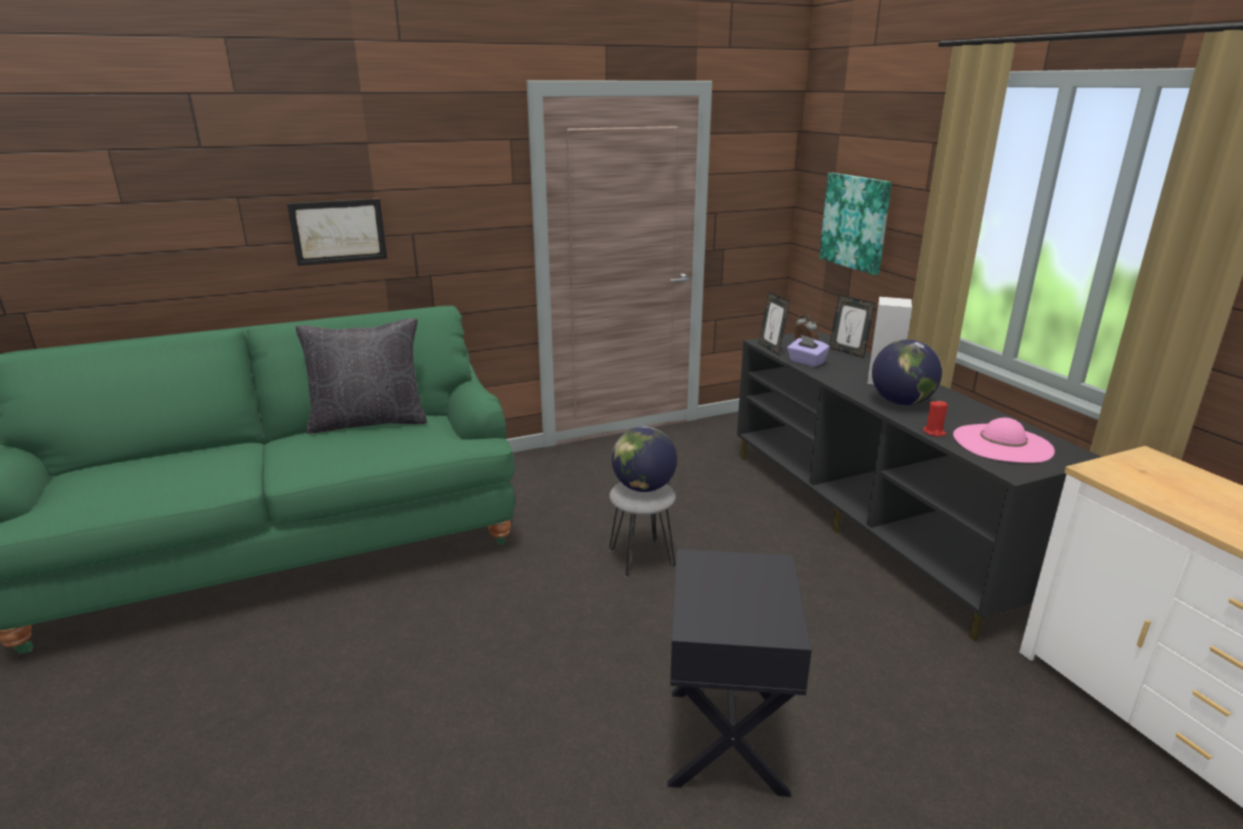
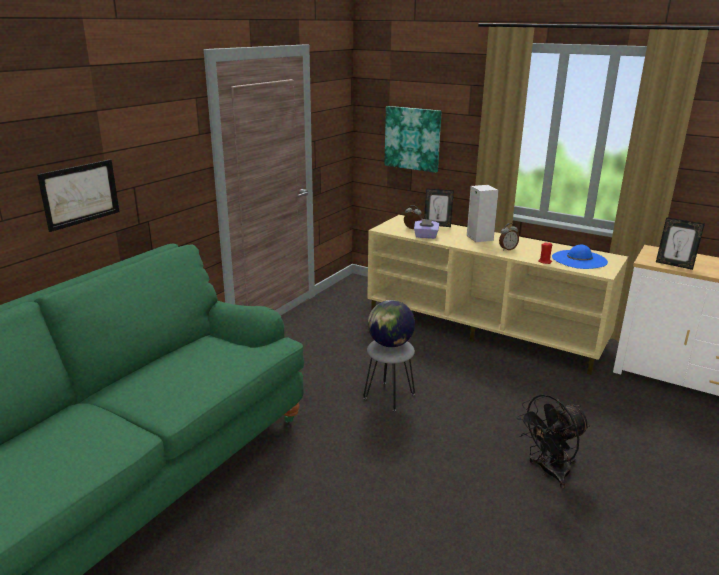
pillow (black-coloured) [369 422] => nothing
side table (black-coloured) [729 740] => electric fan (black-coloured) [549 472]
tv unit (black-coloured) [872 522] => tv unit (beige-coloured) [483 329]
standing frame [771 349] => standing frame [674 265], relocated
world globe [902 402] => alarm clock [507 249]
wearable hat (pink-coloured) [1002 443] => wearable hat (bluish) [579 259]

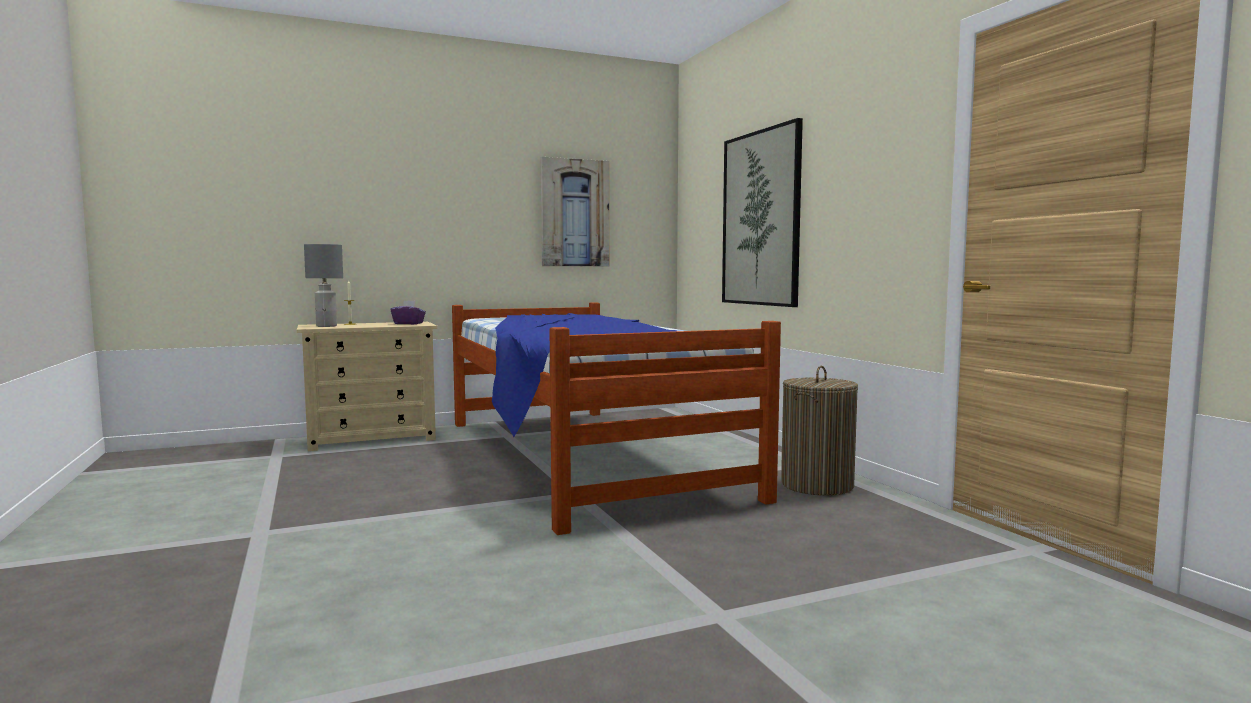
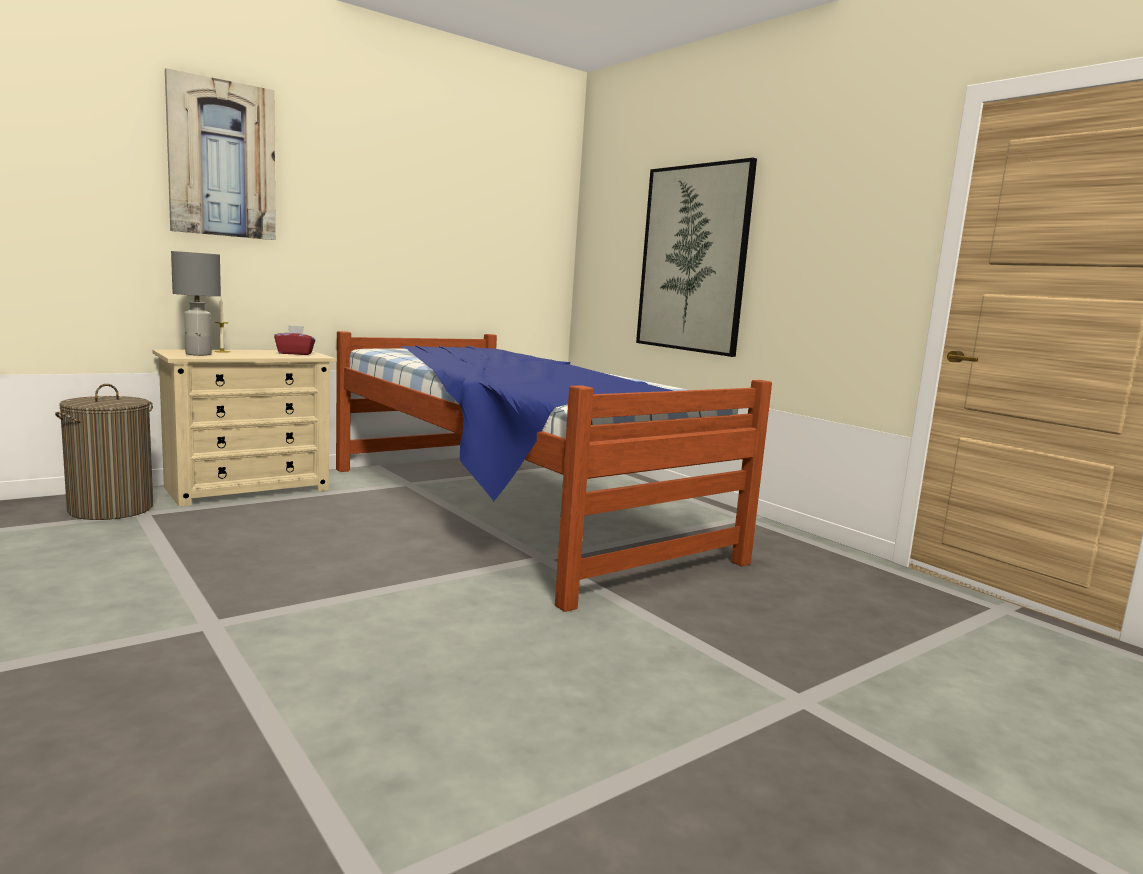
box of tissues (purple) [408 323] => box of tissues (reddish) [295 353]
picture [574 213] => picture [222 159], relocated
laundry basket [817 485] => laundry basket [111 509], relocated

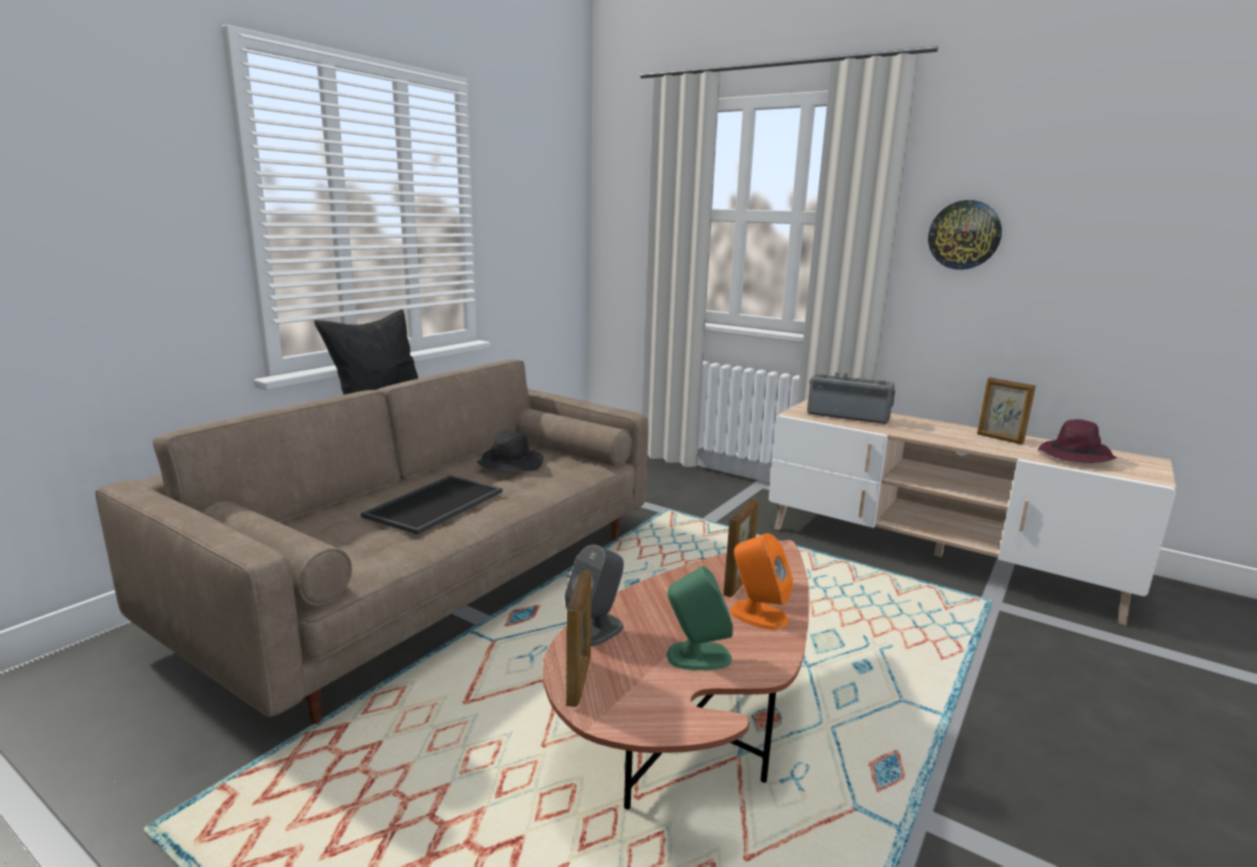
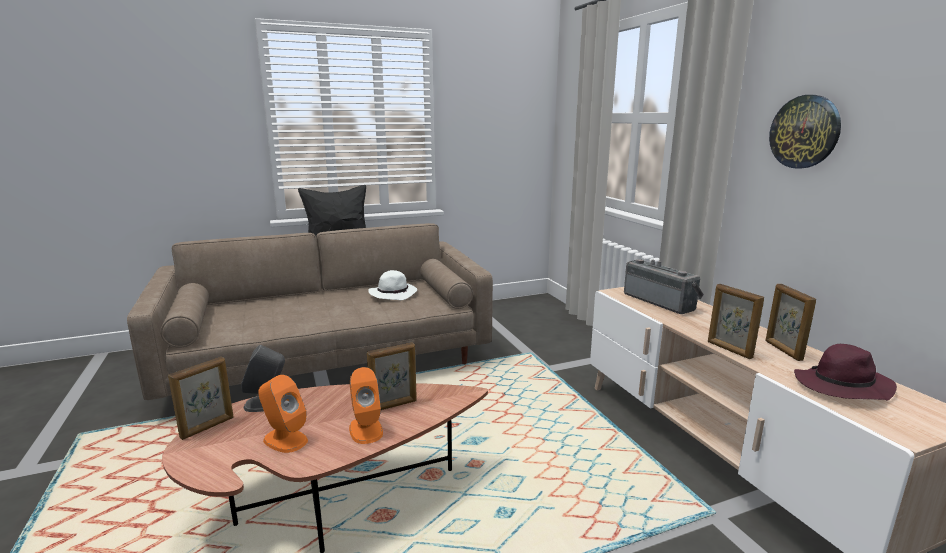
serving tray [435 505] => nothing
wearable hat (black-coloured) [510 464] => wearable hat (white-coloured) [393 294]
loudspeaker (green-coloured) [697 656] => loudspeaker (orange) [285 440]
nothing => standing frame [729 350]

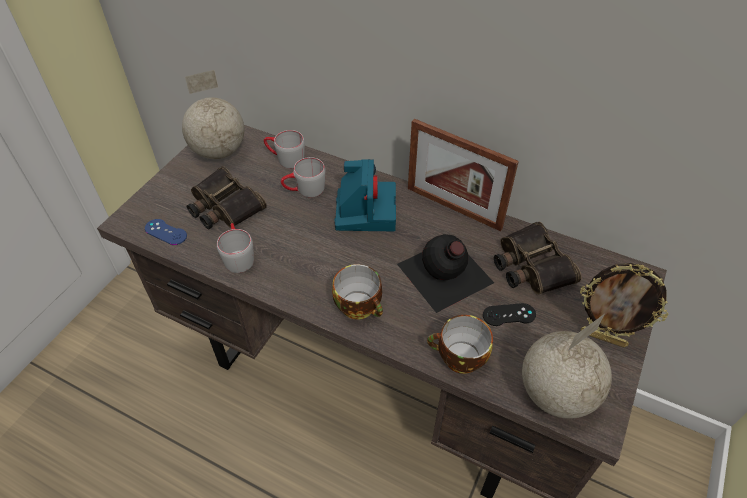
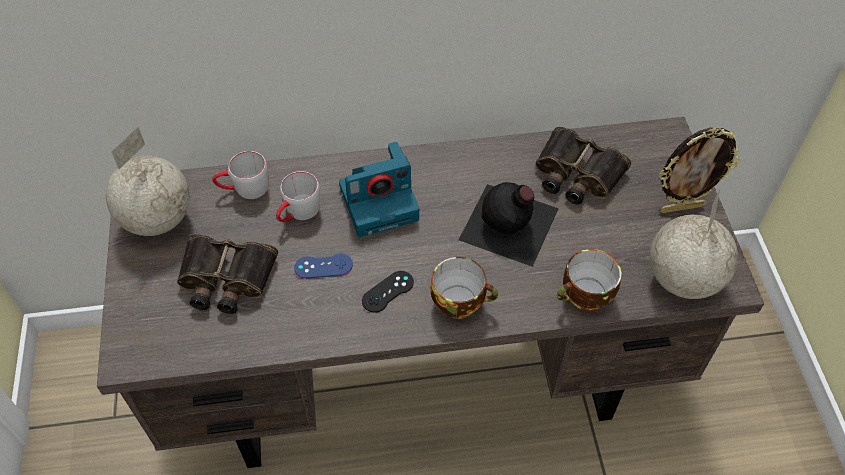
joypad (bluish) [166 232] => joypad (bluish) [323 266], relocated
mug (greyish) [238 256] => nothing
still camera [365 210] => still camera [380 201], 105 degrees clockwise
standing frame [453 208] => nothing
joypad (black-coloured) [509 315] => joypad (black-coloured) [388 291], relocated

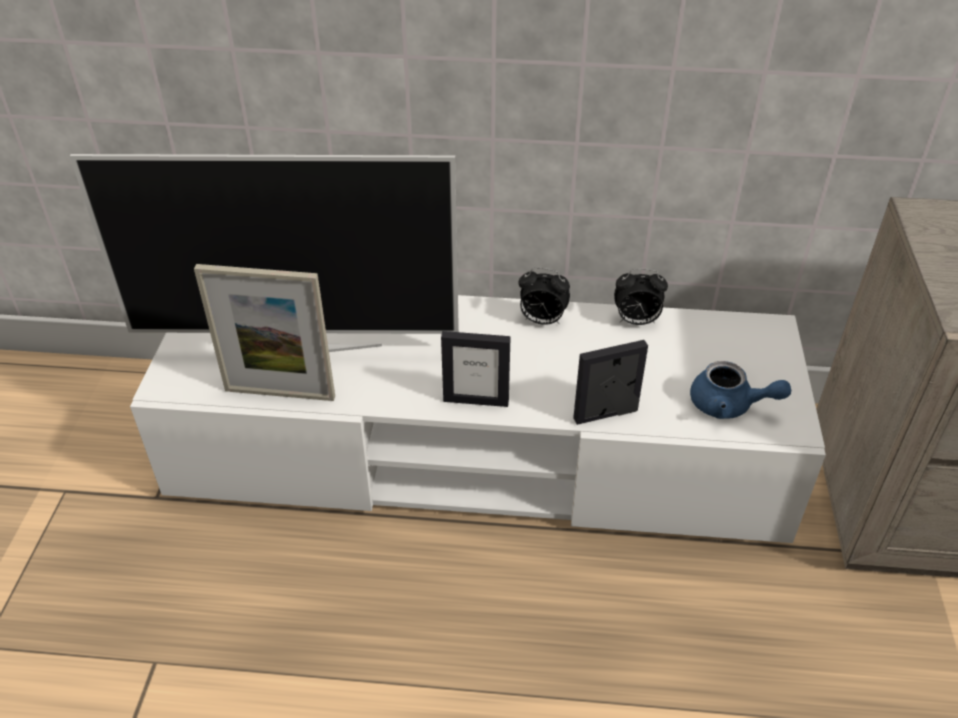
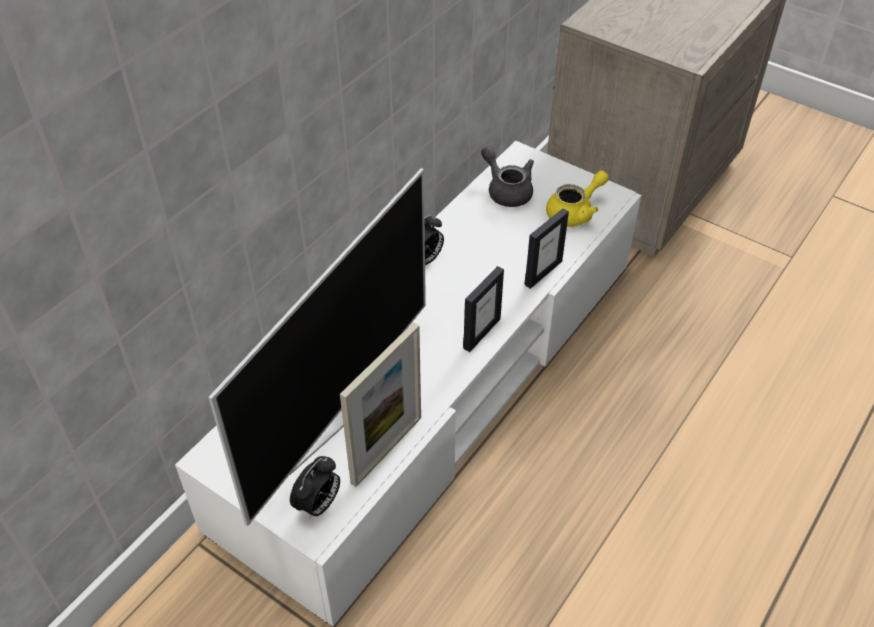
standing frame [605 414] => standing frame [543 273], 150 degrees counterclockwise
alarm clock [636 321] => alarm clock [318 505], relocated
teapot (bluish) [729 405] => teapot (yellow) [575 212]
nothing => teapot (greyish) [507 190]

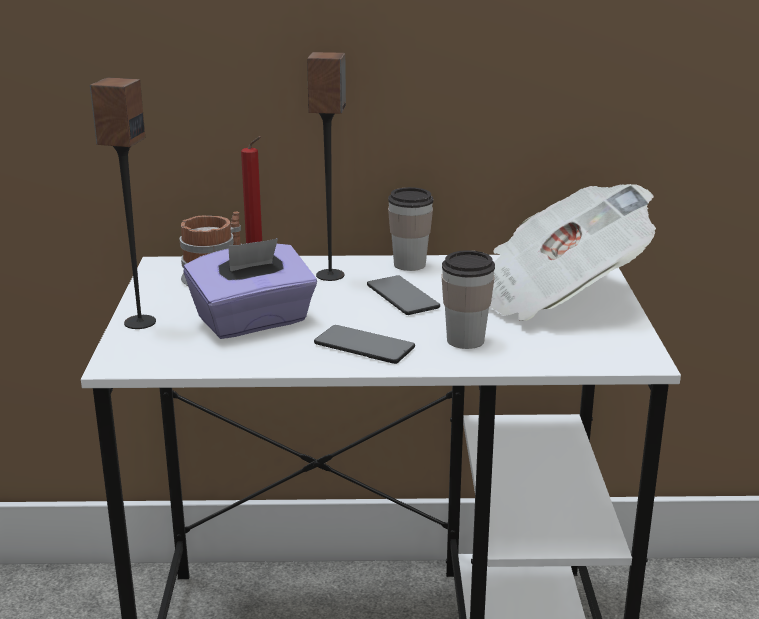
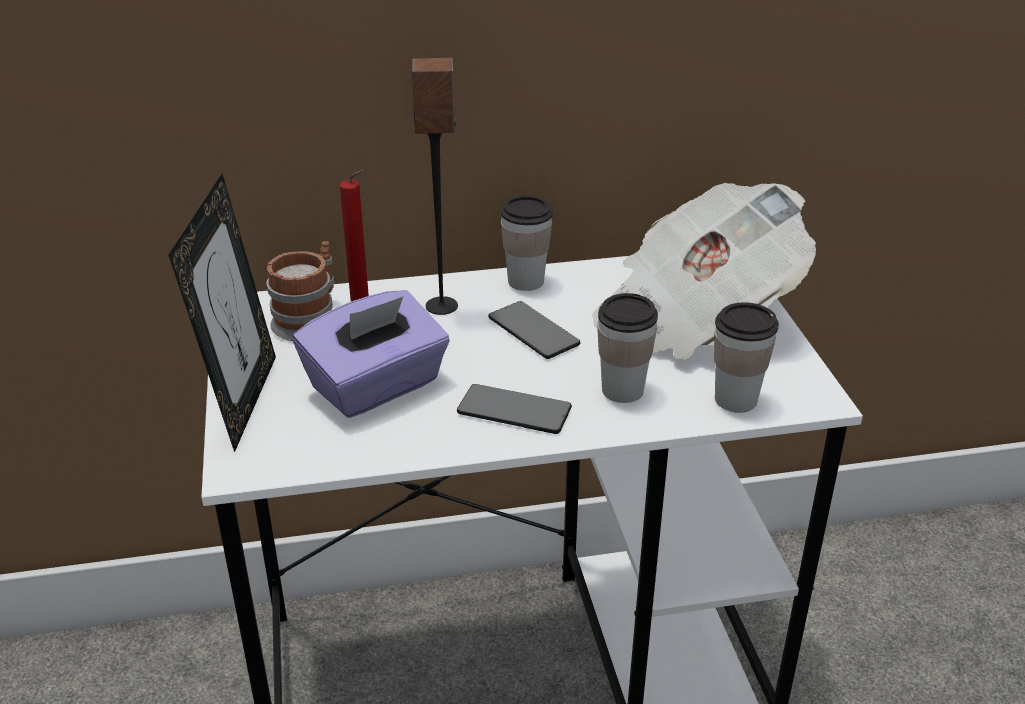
loudspeaker [139 322] => standing frame [243 401]
nothing => cup [736 399]

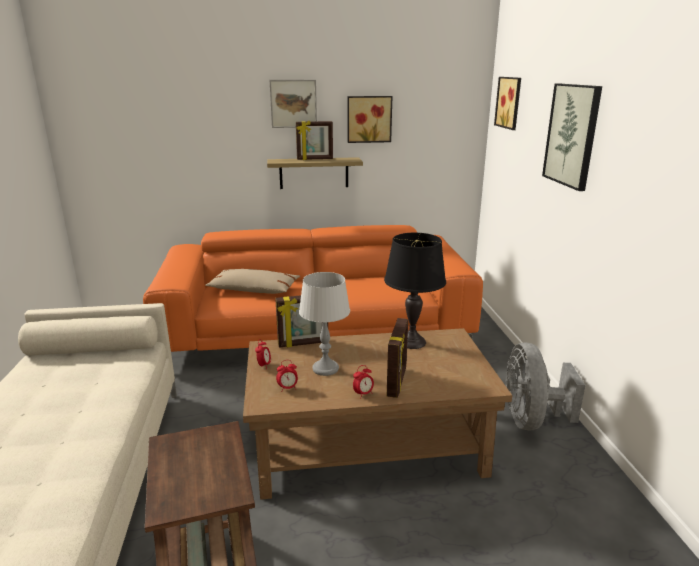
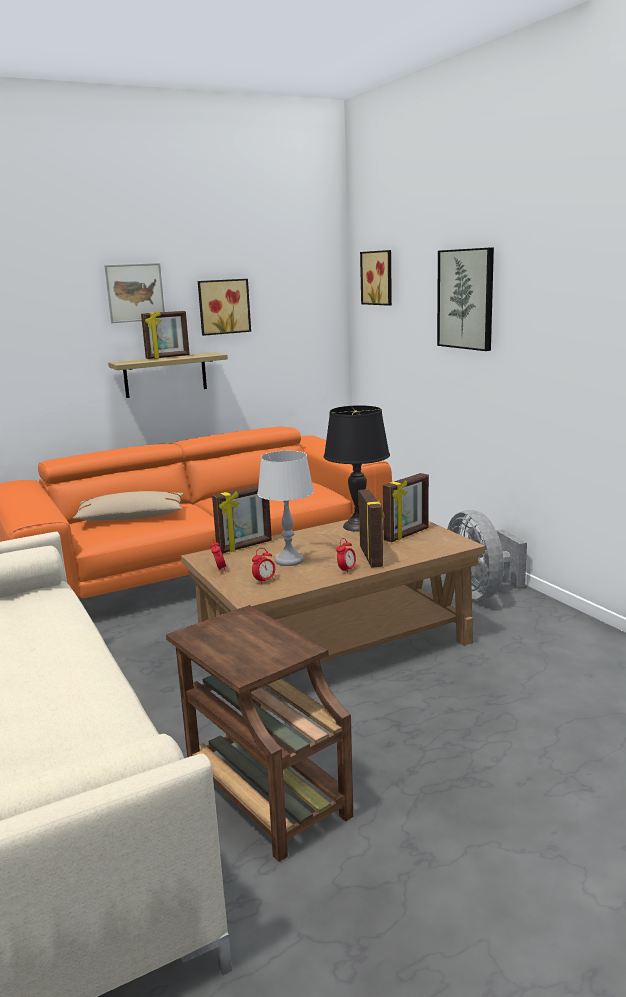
nothing => standing frame [407 535]

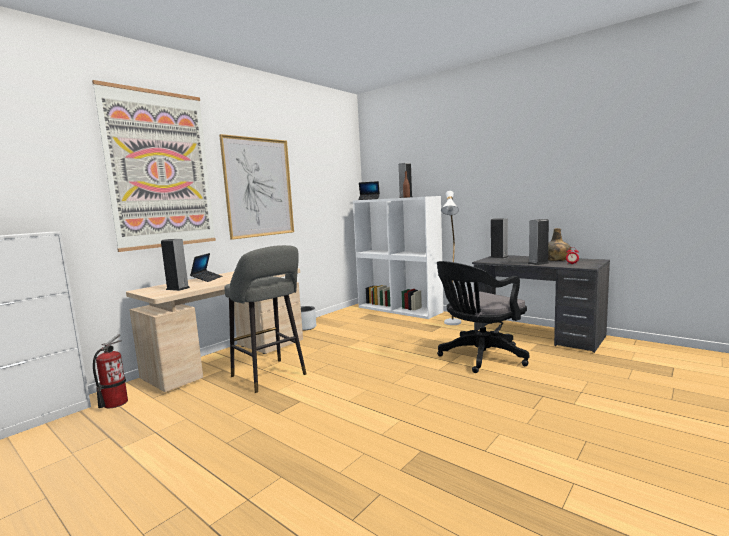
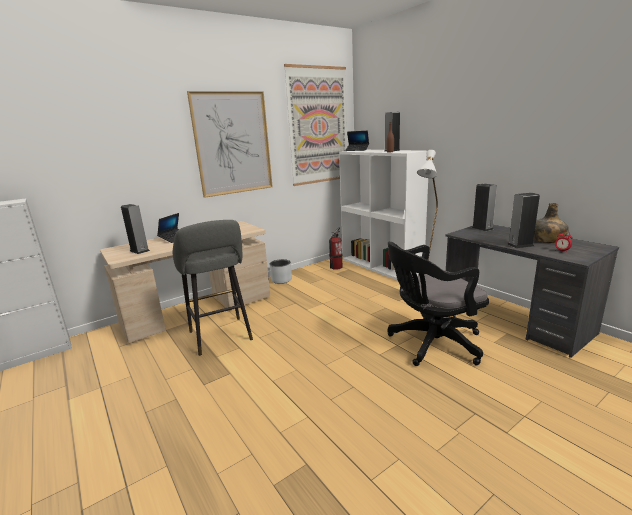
picture [160 170] => picture [318 126], relocated
extinguisher [115 403] => extinguisher [336 267], relocated

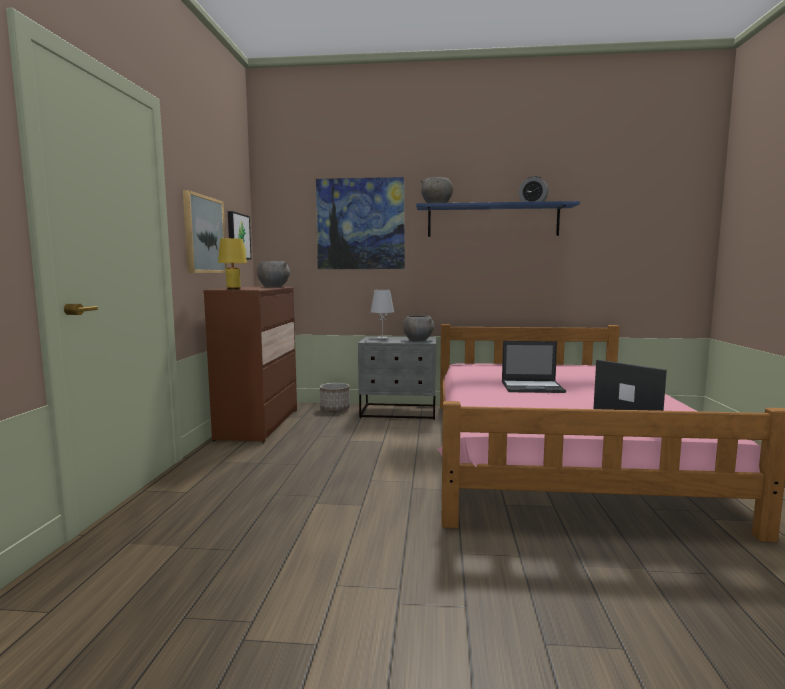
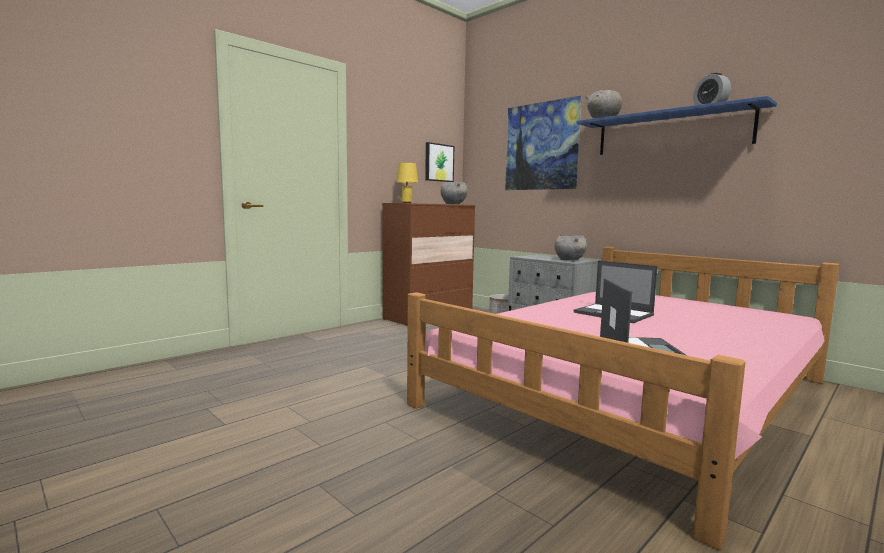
picture [203 235] => nothing
lamp for a table (white-coloured) [382 338] => nothing

